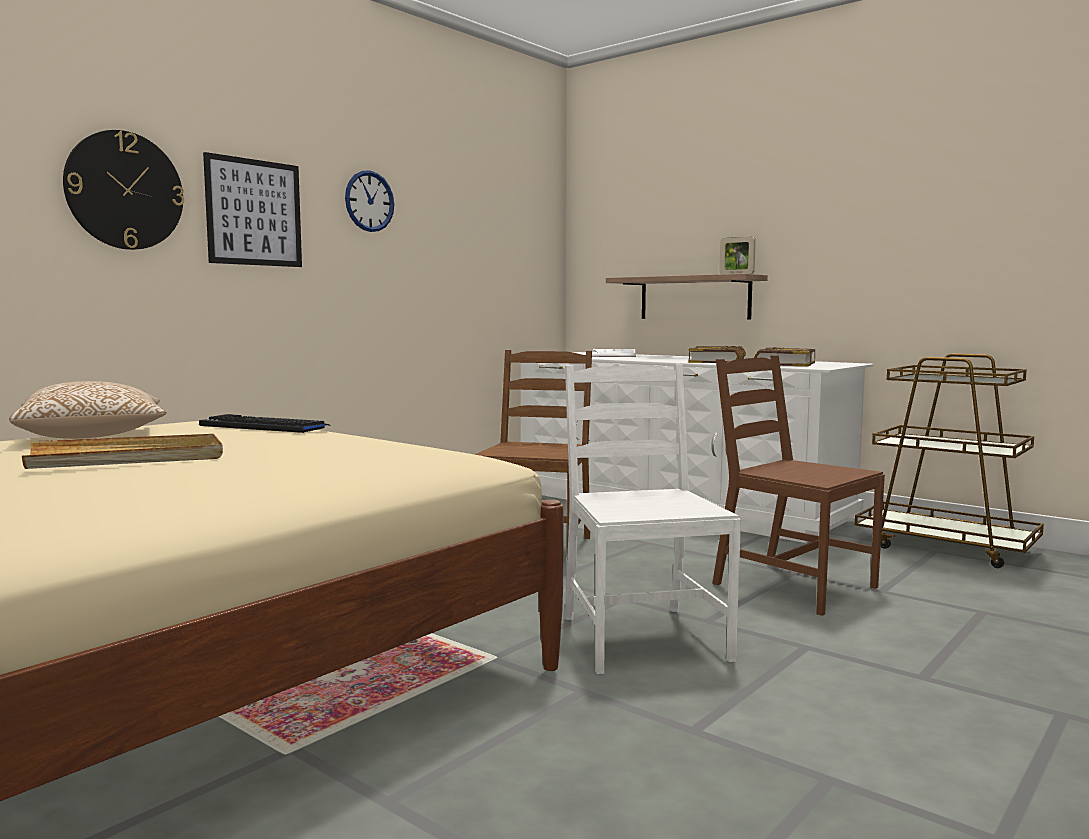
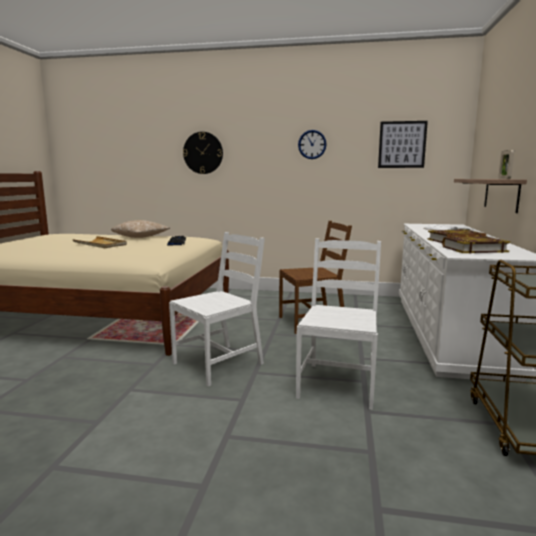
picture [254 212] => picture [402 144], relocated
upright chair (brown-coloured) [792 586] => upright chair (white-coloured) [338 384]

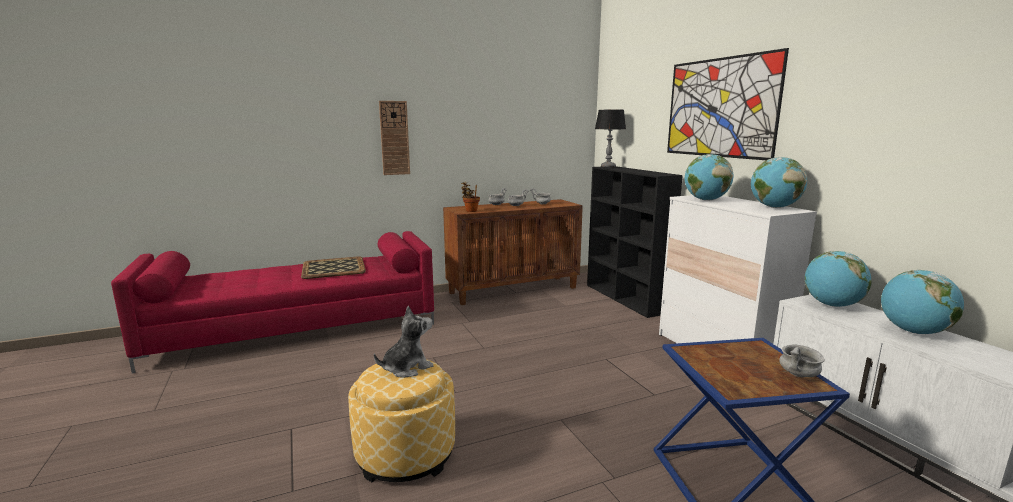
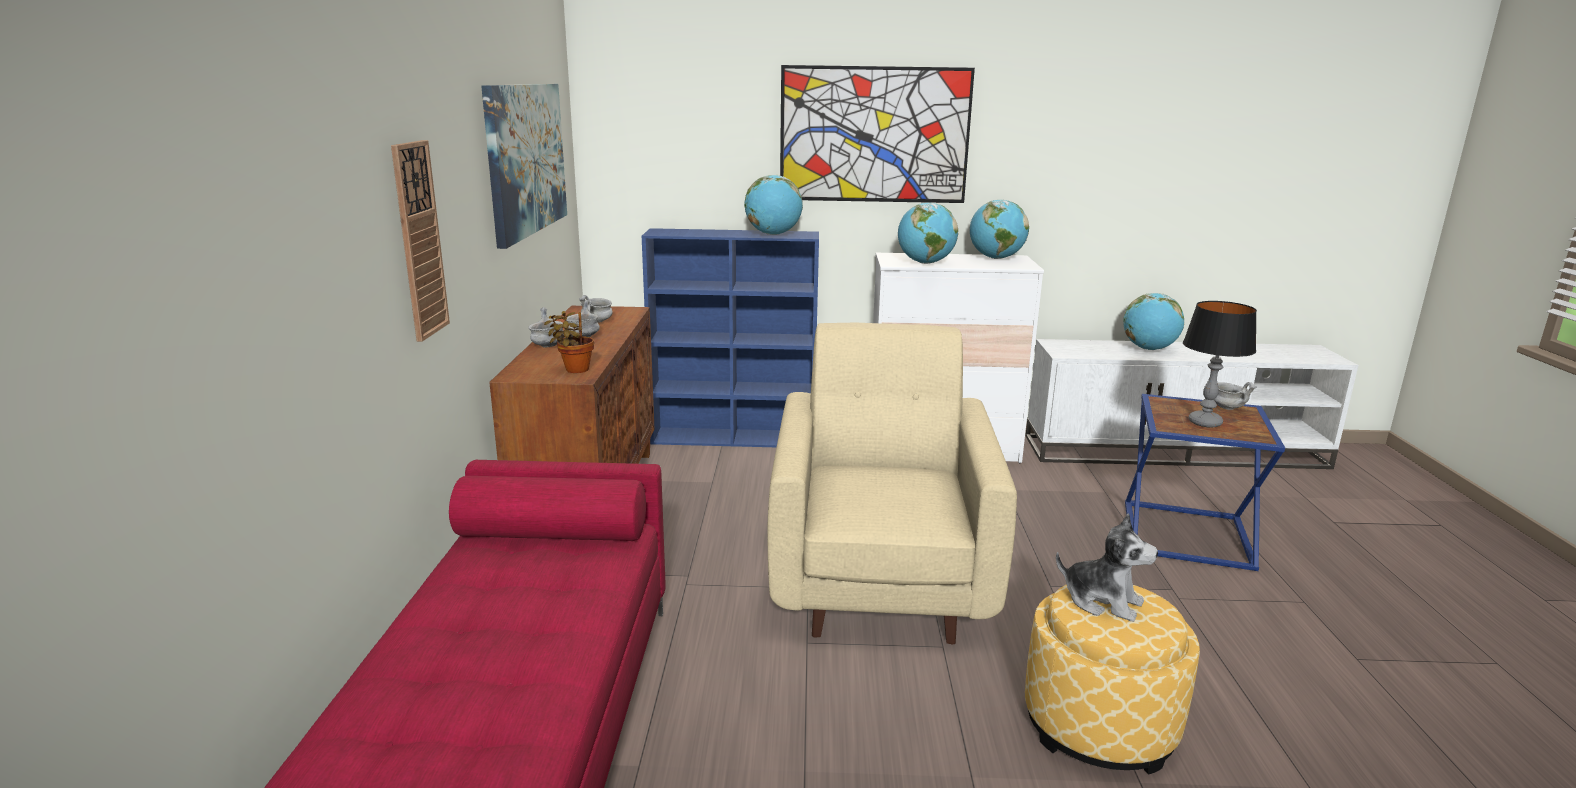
serving tray [333 268] => nothing
cuddly toy [406 368] => cuddly toy [1102 601], 135 degrees clockwise
bookcase (black-coloured) [626 298] => bookcase (bluish) [735 438]
lamp for a table [608 167] => lamp for a table [1205 422], relocated
world globe [832 305] => world globe [773 234], relocated
nothing => picture [525 159]
nothing => armchair (beige-coloured) [881 580]

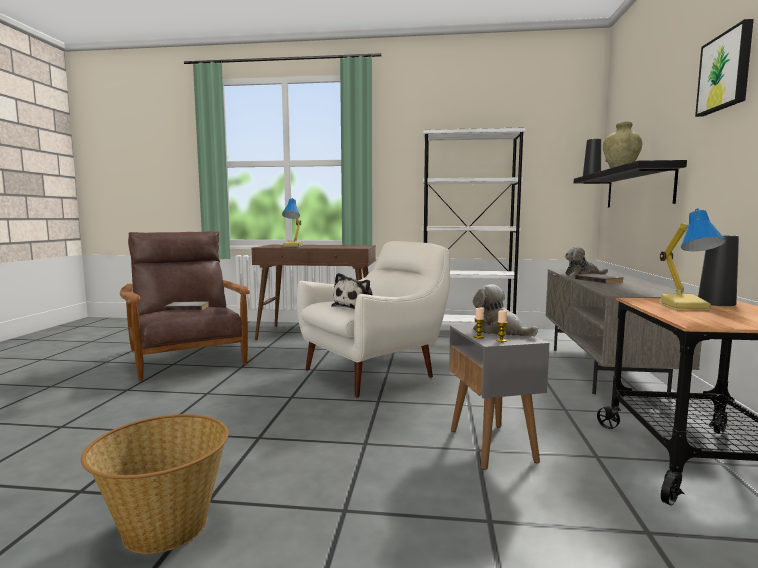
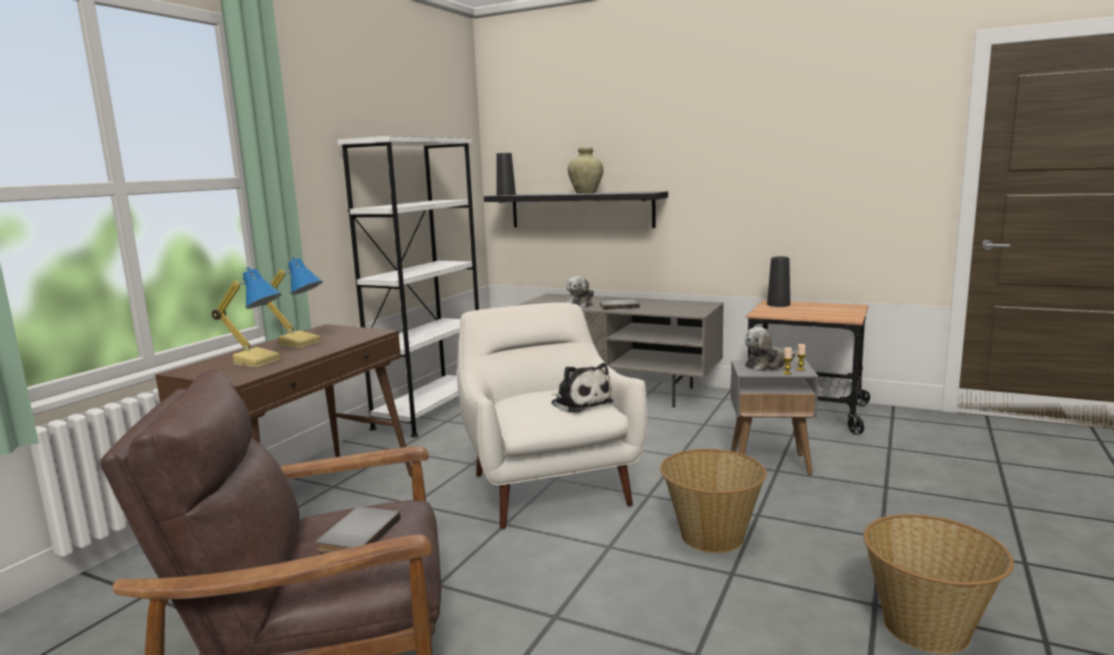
lamp for a table [685 306] => lamp for a table [300 342], relocated
picture [726 71] => nothing
nothing => basket [711 536]

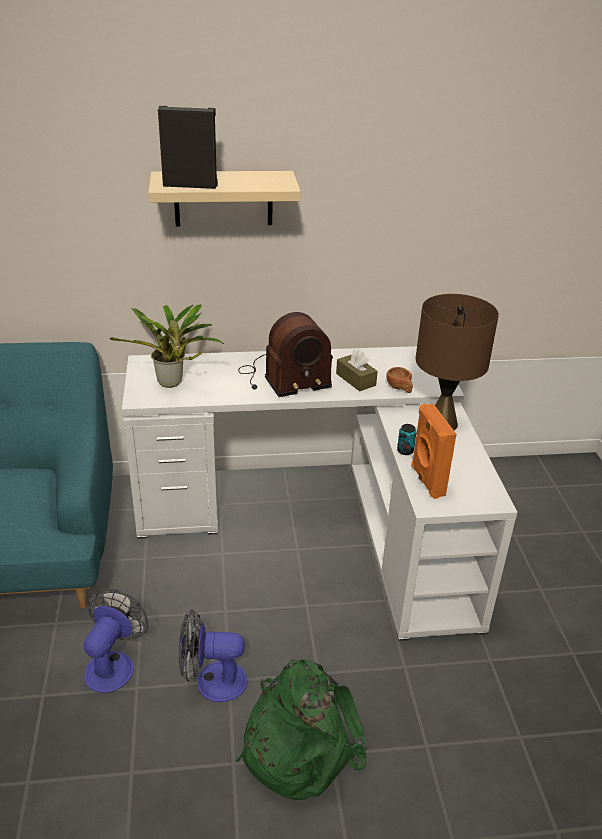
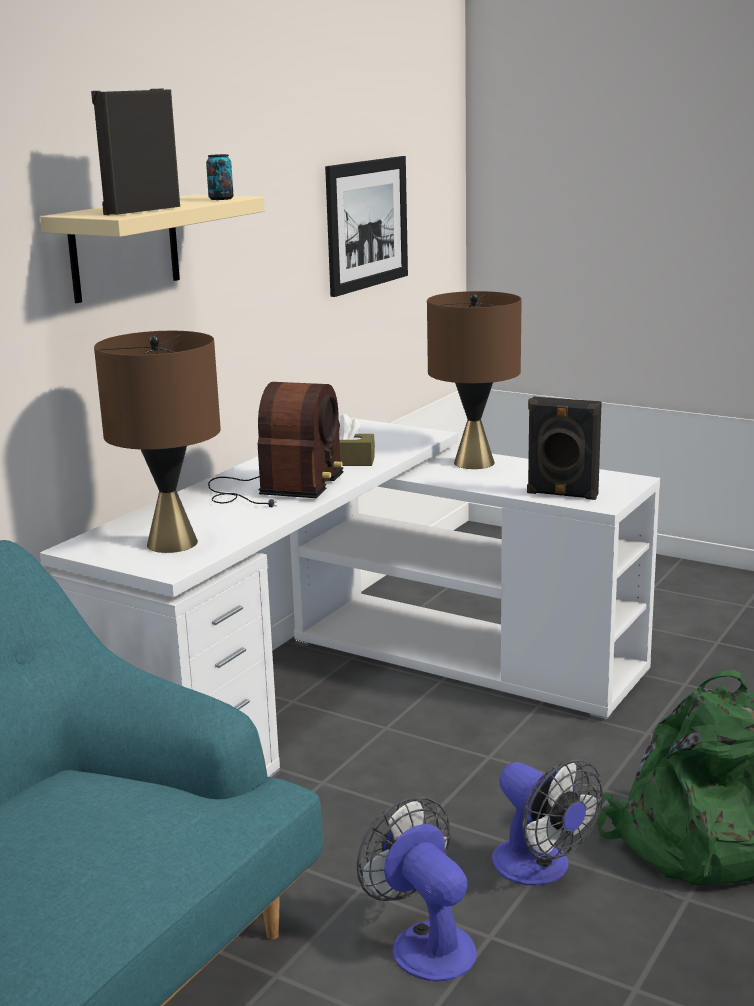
plant in a pot [172 384] => lamp for a table (brown-coloured) [172 543]
electric fan [211 681] => electric fan [541 869], 75 degrees counterclockwise
cup (brown-coloured) [400 388] => nothing
sealed can [405 451] => sealed can [221 199], relocated
loudspeaker (orange) [426 481] => loudspeaker (black-coloured) [562 494]
nothing => picture [367 224]

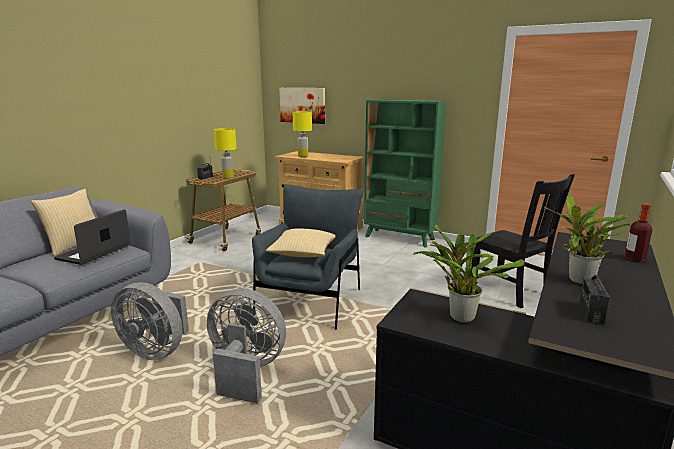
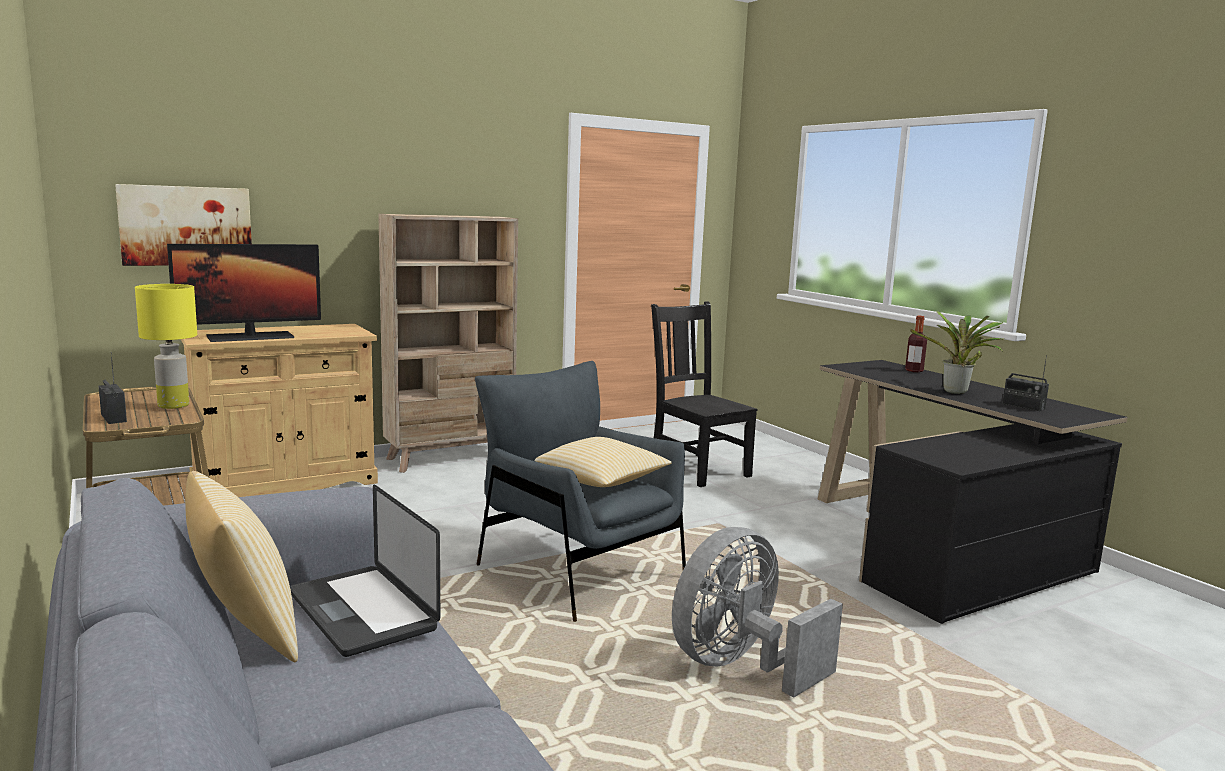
electric fan (greyish) [156 350] => nothing
lamp for a table (yellow) [303 156] => monitor [250 337]
bookcase (green-coloured) [399 238] => bookcase (beige-coloured) [451 458]
plant in a pot [459 316] => nothing
upright chair (black-coloured) [511 291] => upright chair (black-coloured) [697 469], 120 degrees counterclockwise

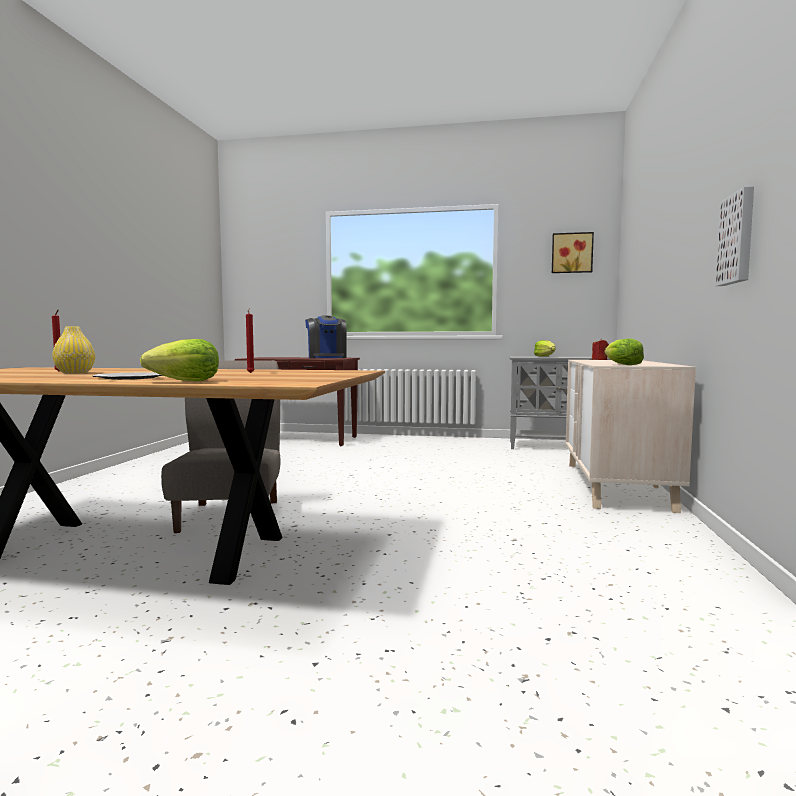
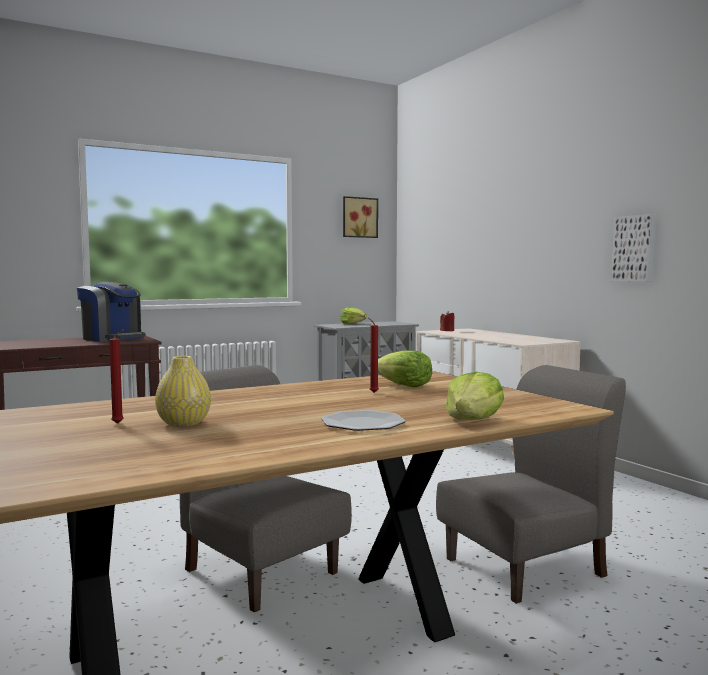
head of lettuce [622 365] => head of lettuce [404 386], relocated
nothing => upright chair (greyish) [526 567]

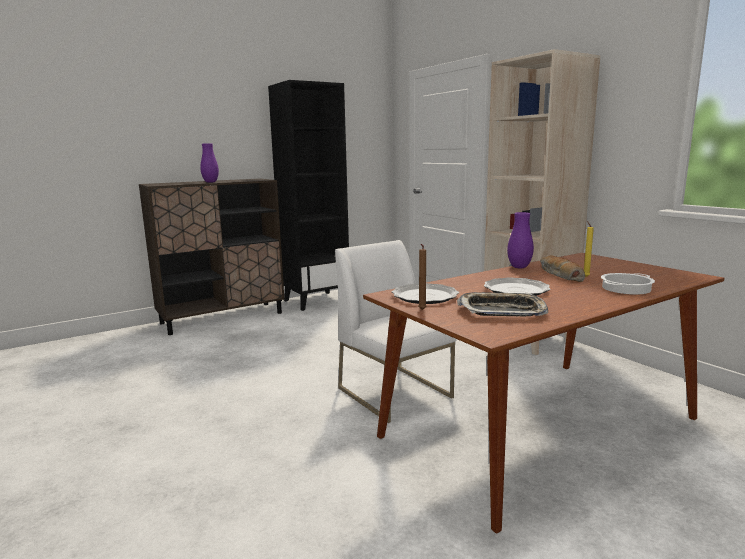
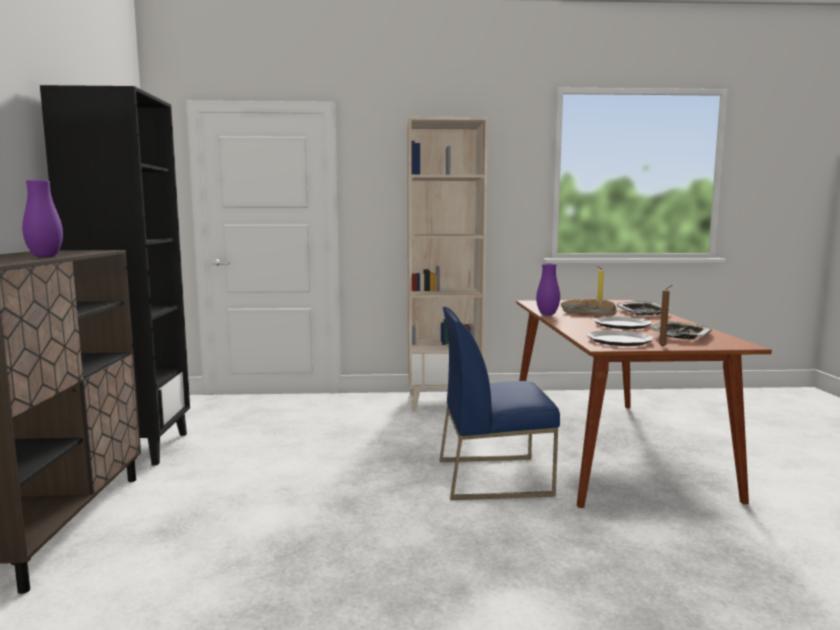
upright chair (white-coloured) [396 393] => upright chair (bluish) [494 477]
stockpot [626 288] => serving tray [642 312]

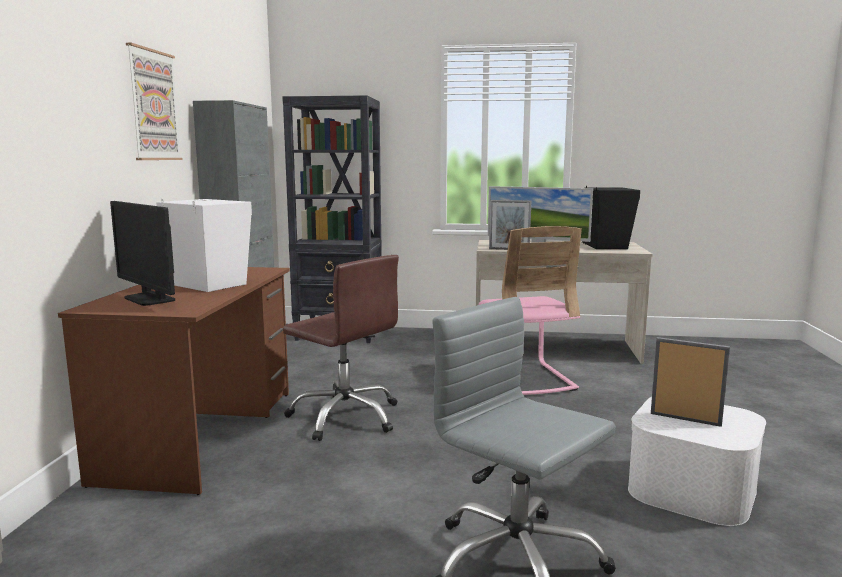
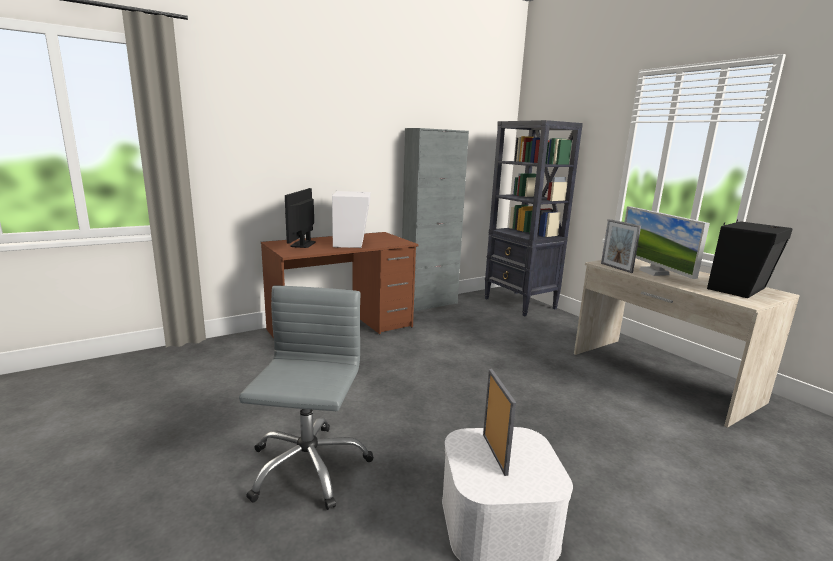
picture [153 105] => nothing
desk chair (brown-coloured) [345 416] => nothing
upright chair (pink-coloured) [524 378] => nothing

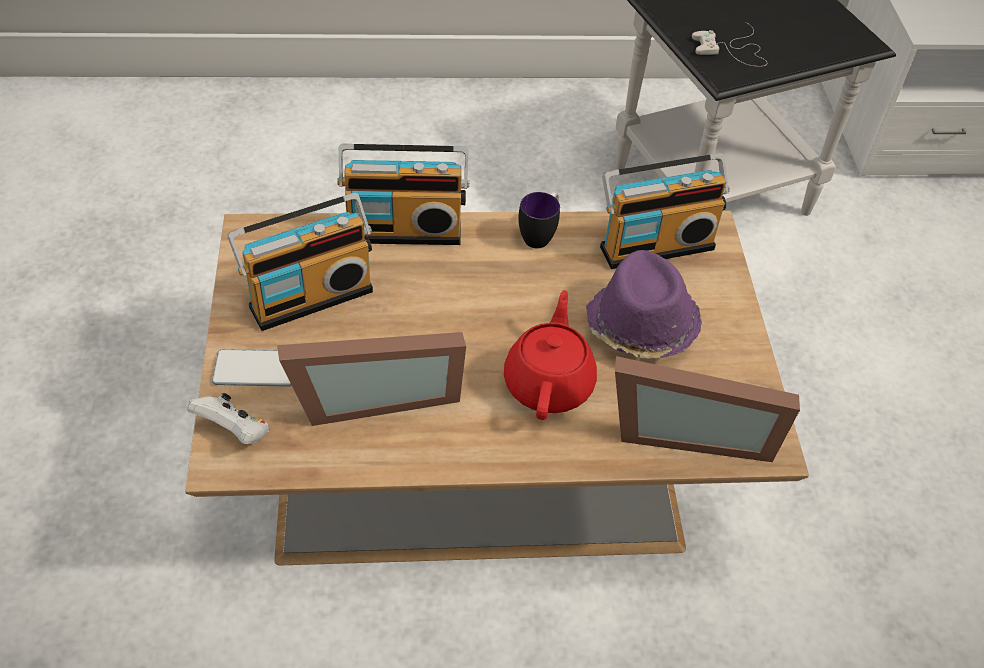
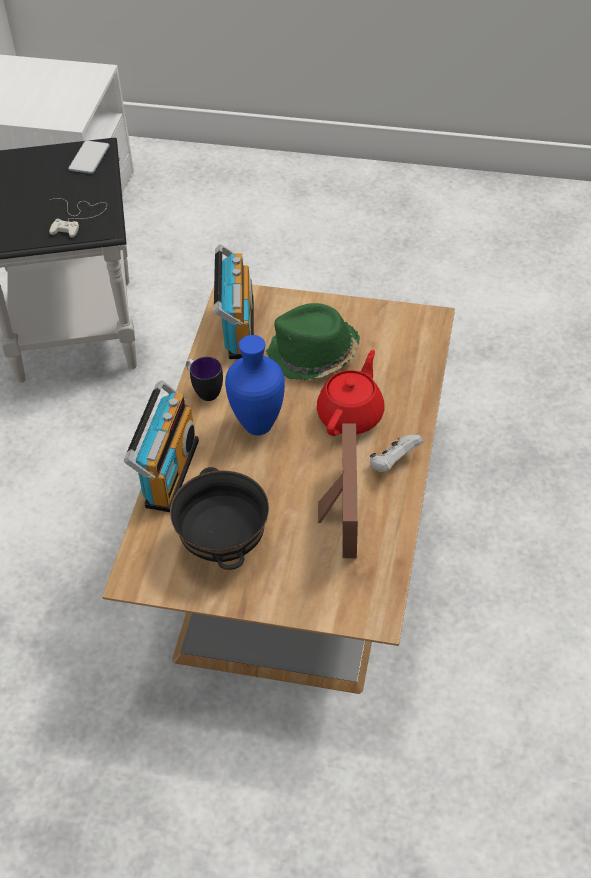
joypad (white-coloured) [234 432] => joypad (white-coloured) [393 463], relocated
telephone [255 369] => telephone [89 158], relocated
radio receiver [309 295] => bowl (black-coloured) [222 545]
teapot (reddish) [549 383] => teapot (reddish) [351 415], 90 degrees clockwise
wearable hat (purple) [640 326] => wearable hat (green-coloured) [312 355]
standing frame [688 430] => nothing
nothing => flower vase (bluish) [259 425]

